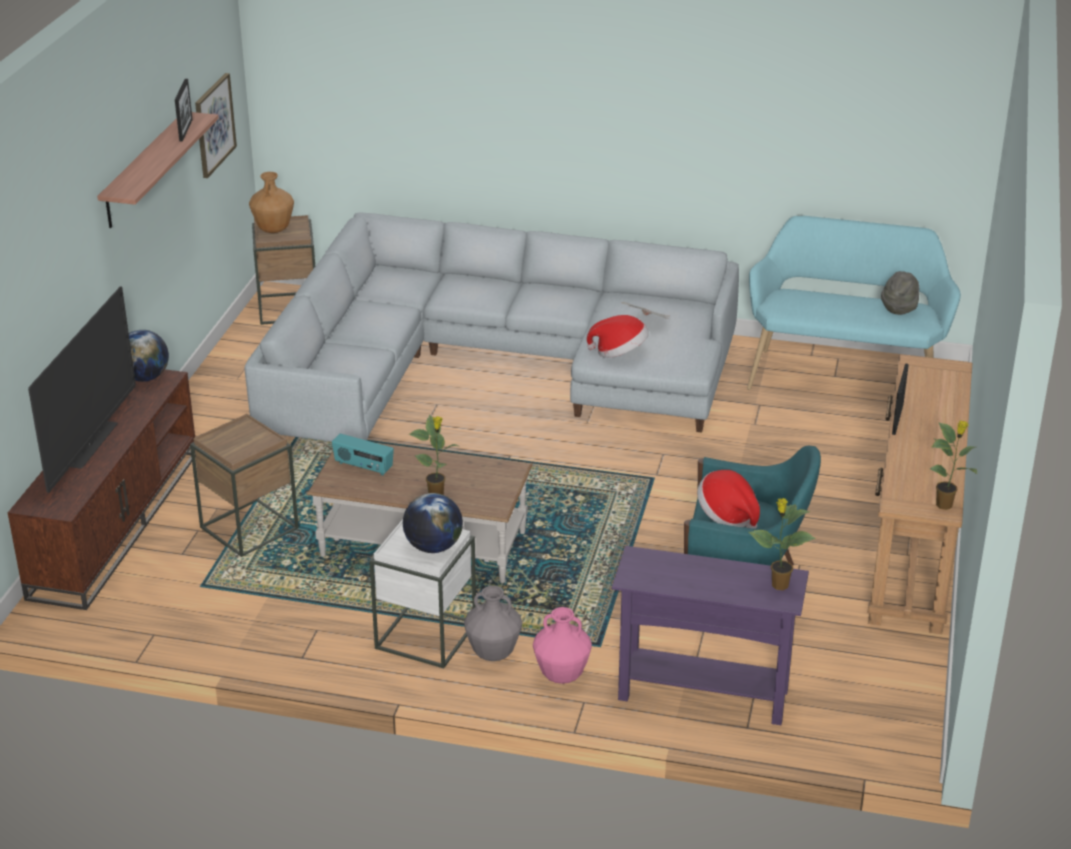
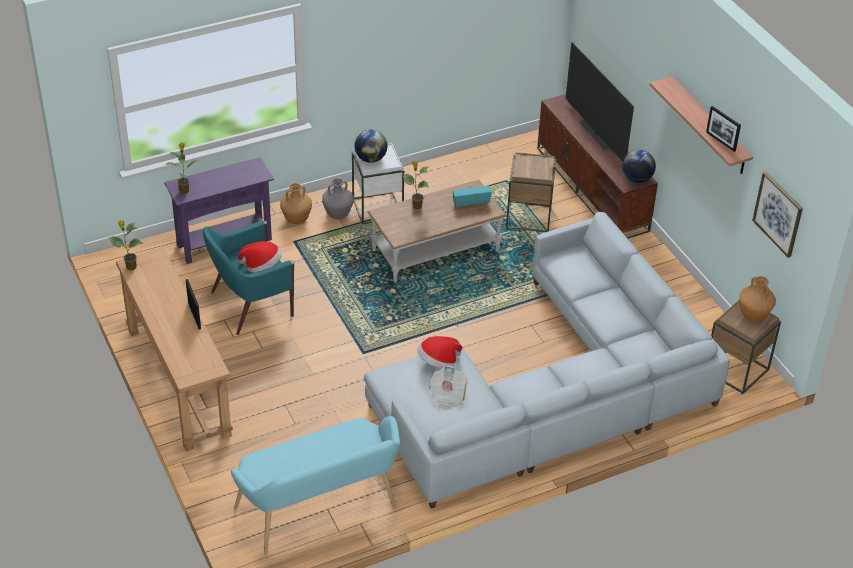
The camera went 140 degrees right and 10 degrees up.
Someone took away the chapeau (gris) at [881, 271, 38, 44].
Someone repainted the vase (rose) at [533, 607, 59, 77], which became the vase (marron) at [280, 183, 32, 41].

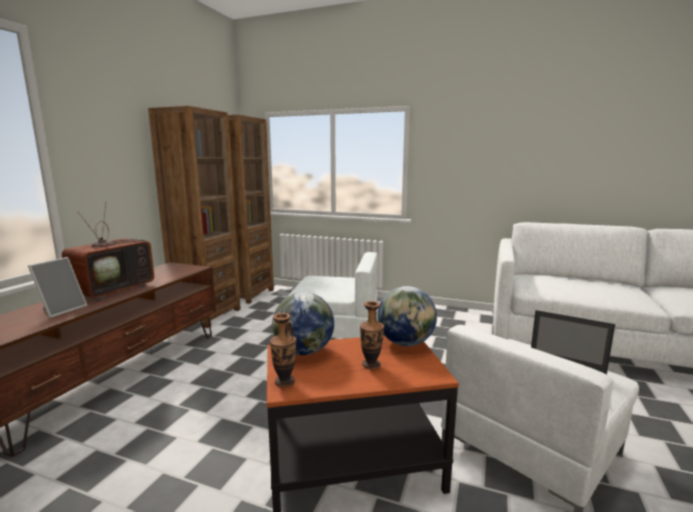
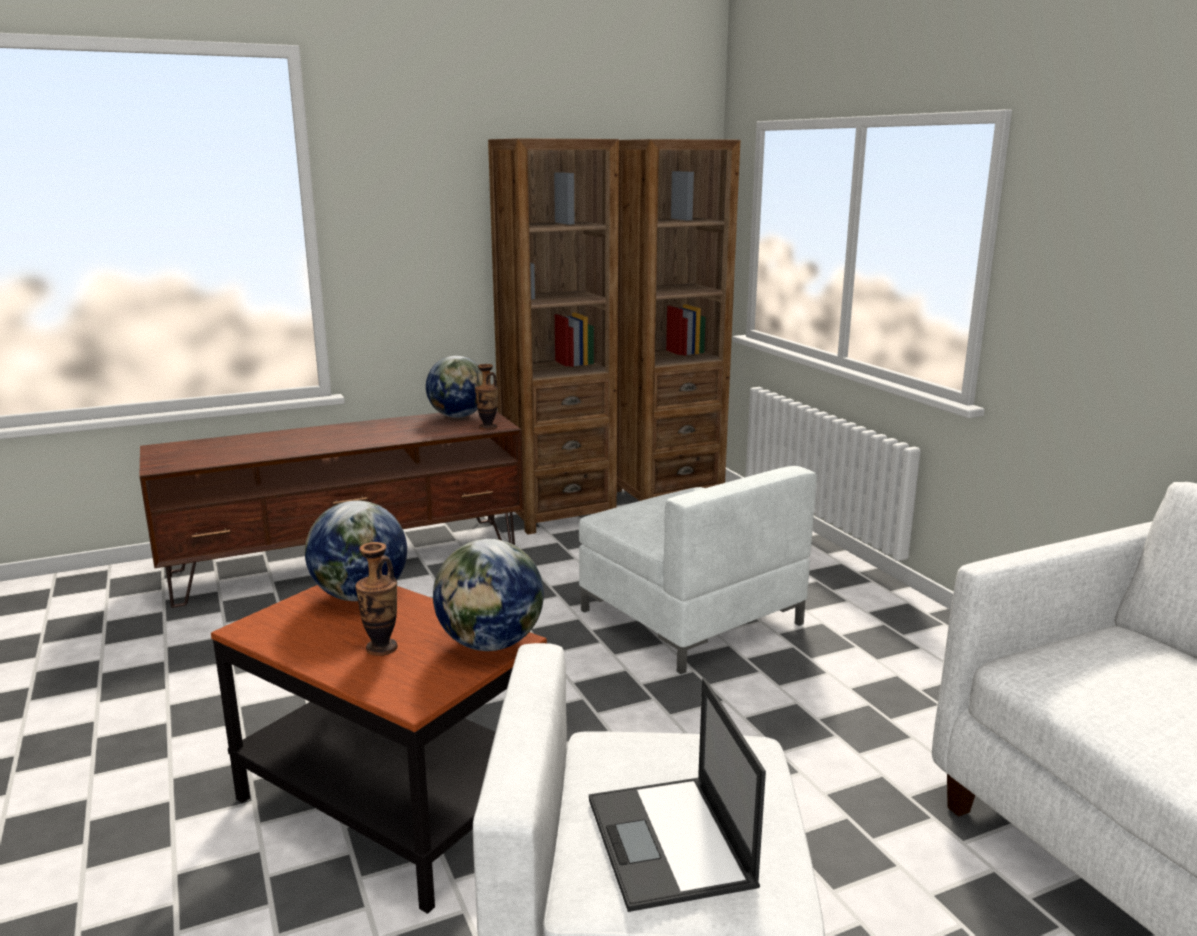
The camera went 45 degrees right and 5 degrees up.
Someone took away the téléviseur at [62, 201, 92, 99].
Someone took away the cadre photo at [28, 257, 59, 61].
Someone carried the vase from [270, 313, 26, 74] to [475, 364, 23, 66].
Someone put down the globe at [426, 356, 57, 62].

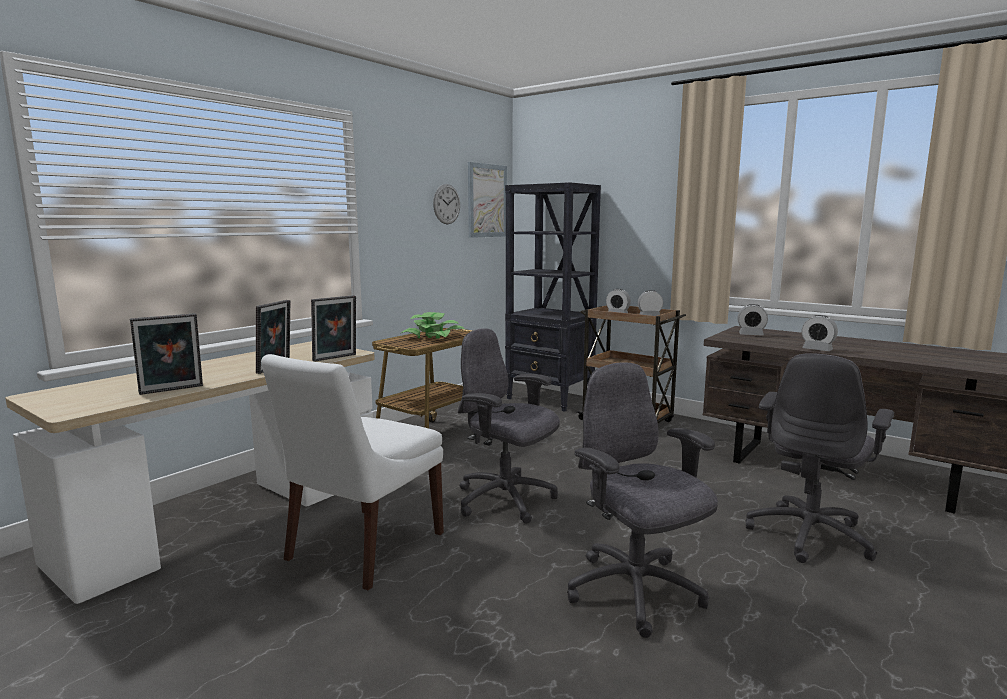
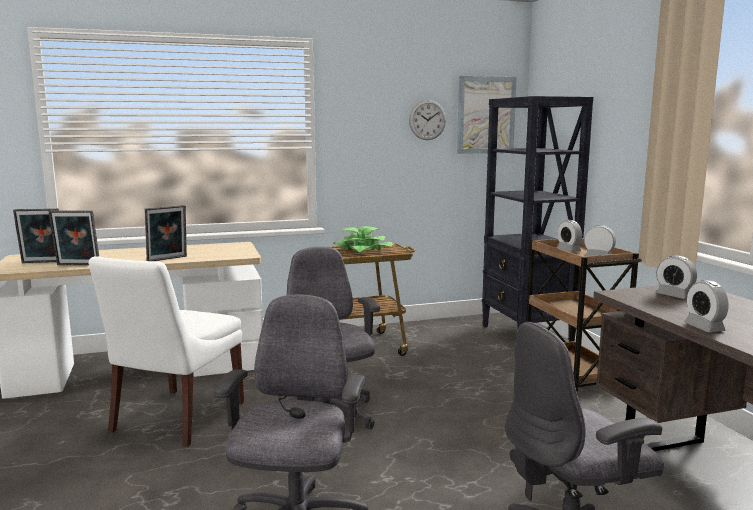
The camera went 35 degrees right and 0 degrees up.
Someone carried the cadre photo from [311, 295, 45, 67] to [13, 208, 46, 55].
Someone rotated the chaise (blanc) at [261, 354, 183, 236] by 45 degrees counterclockwise.

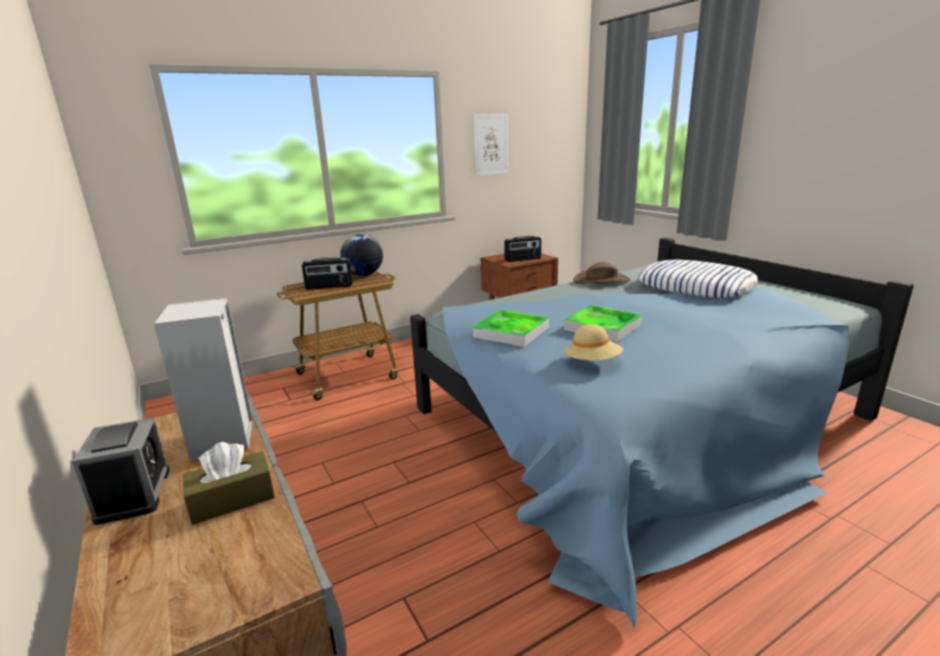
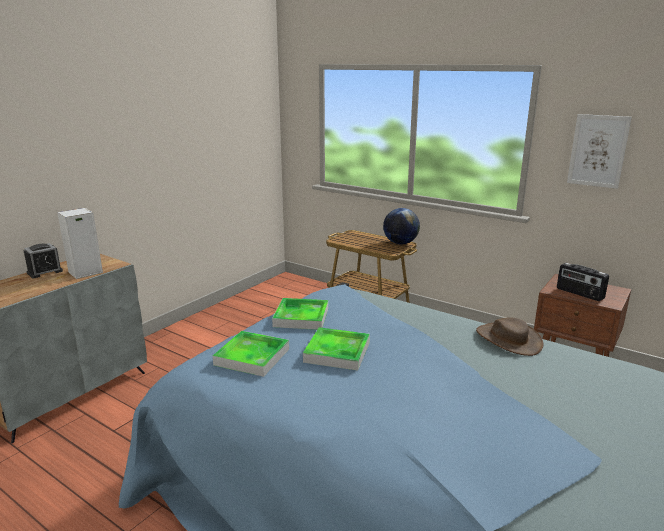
The camera went 65 degrees right and 0 degrees up.
Someone took away the radio at [302, 257, 51, 33].
Someone took away the coussin at [637, 259, 121, 39].
Someone swapped the chapeau (beige) at [564, 324, 59, 37] for the plateau at [213, 331, 76, 46].
Someone took away the boîte à mouchoirs (marron) at [183, 442, 92, 83].

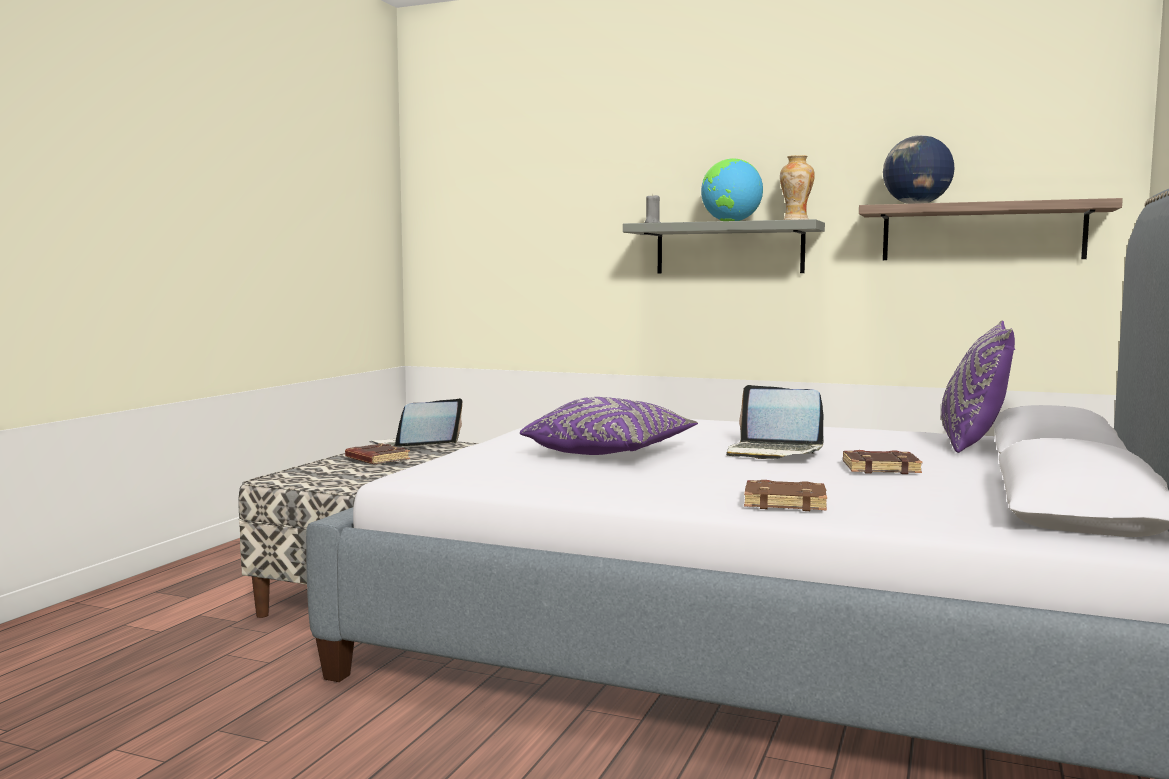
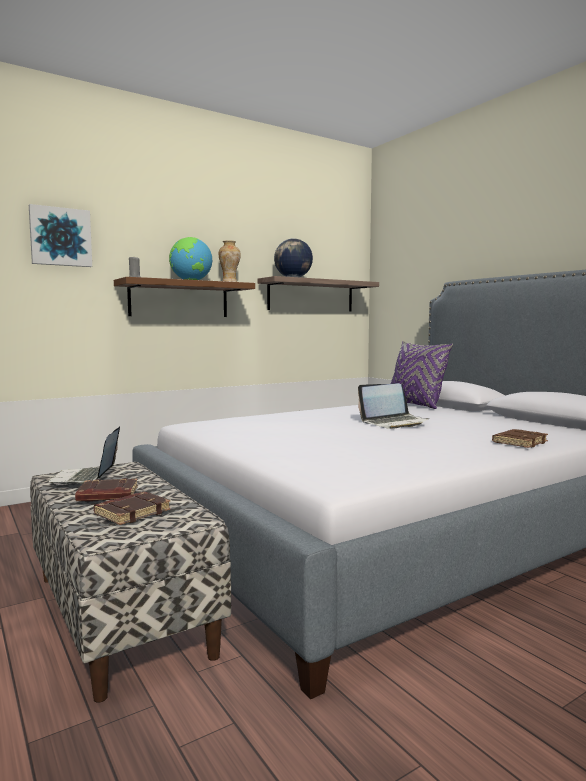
The camera went 55 degrees left and 0 degrees up.
Someone repainted the étagère (gris) at [623, 219, 202, 54], which became the étagère (marron) at [114, 277, 141, 40].
Someone took away the coussin (violet) at [520, 397, 178, 58].
Someone carried the livre (marron) from [843, 450, 79, 24] to [94, 492, 77, 33].
Someone put up the tableau at [29, 204, 63, 63].

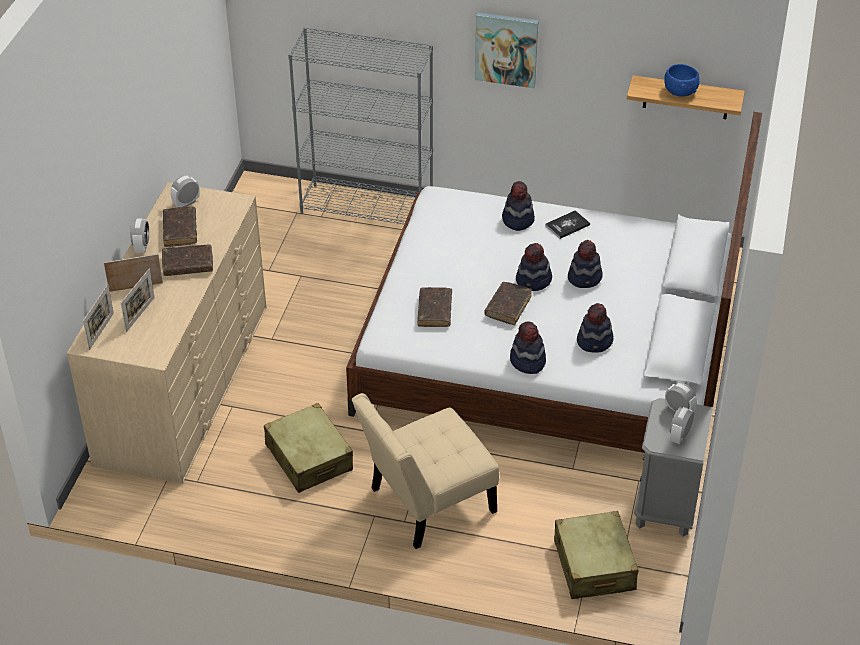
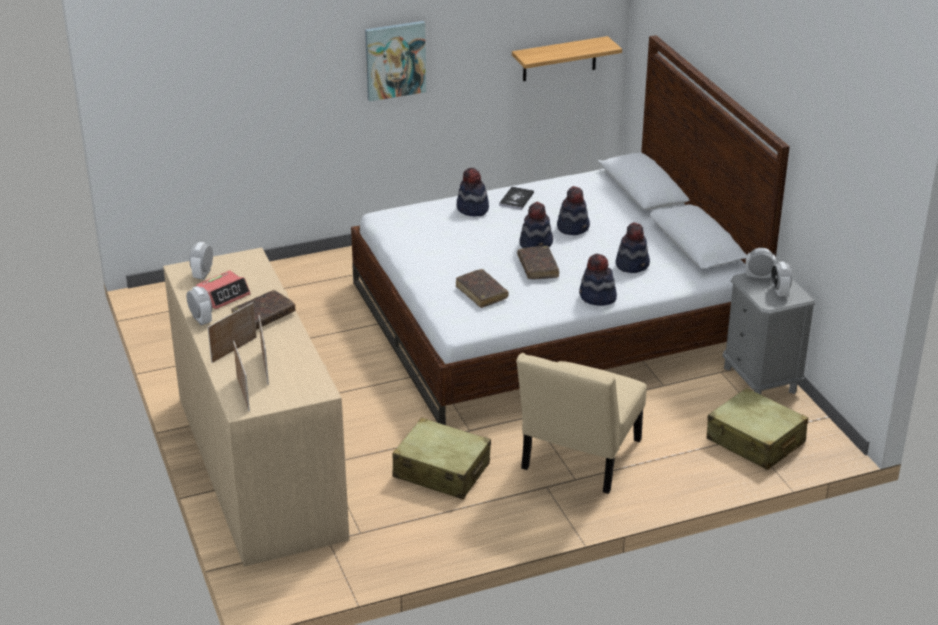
The camera went 35 degrees left and 10 degrees down.
Someone took away the bibliothèque (gris) at [288, 27, 145, 197].
Someone took away the bol (bleu) at [664, 64, 36, 33].
Someone swapped the livre (marron) at [163, 207, 34, 40] for the réveil at [196, 270, 55, 39].

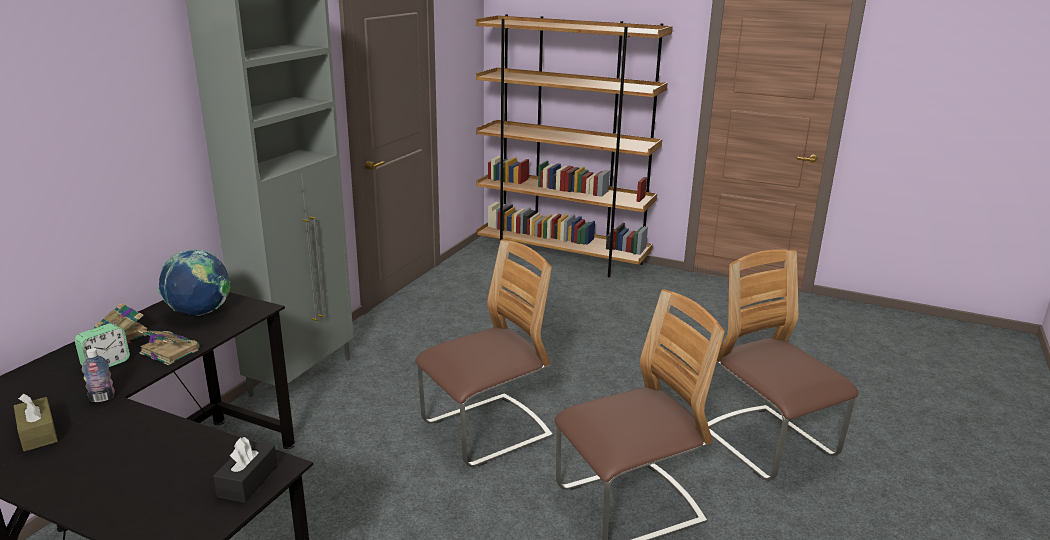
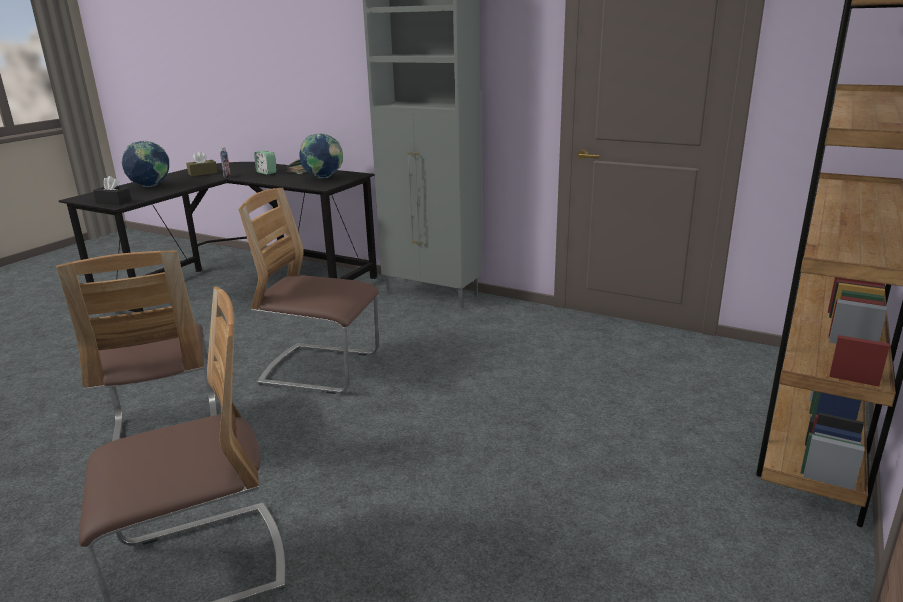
The camera went 95 degrees right and 0 degrees up.
Someone rotated the chaise at [415, 239, 138, 228] by 135 degrees clockwise.
Someone took away the livre at [138, 330, 62, 35].
Someone put down the globe at [122, 141, 47, 46].

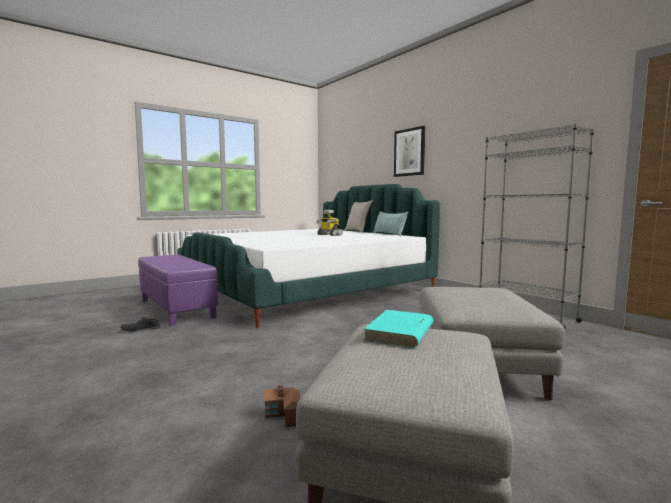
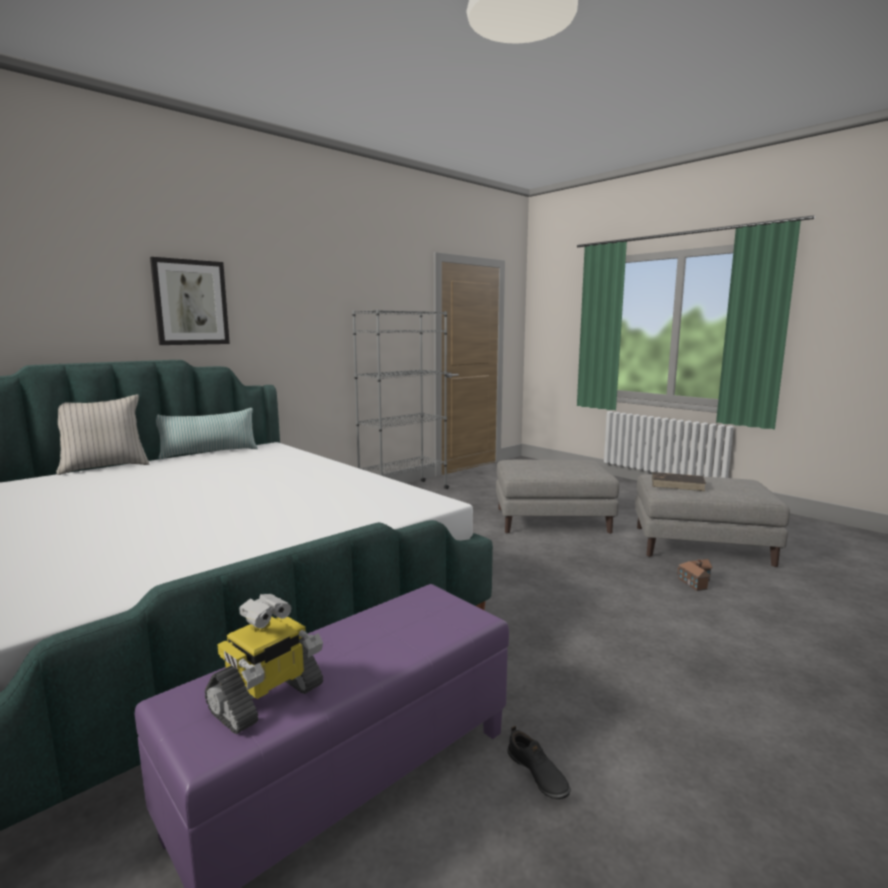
The camera went 95 degrees left and 5 degrees up.
Someone carried the robot jouet from [316, 210, 27, 26] to [205, 594, 118, 140].
Someone repainted the livre (turquoise) at [364, 310, 69, 38], which became the livre (marron) at [652, 472, 54, 19].

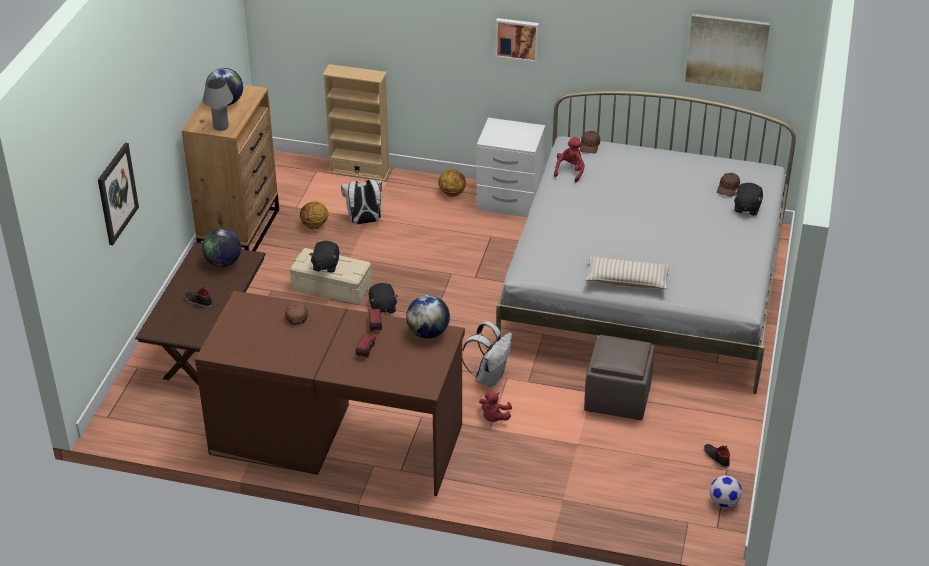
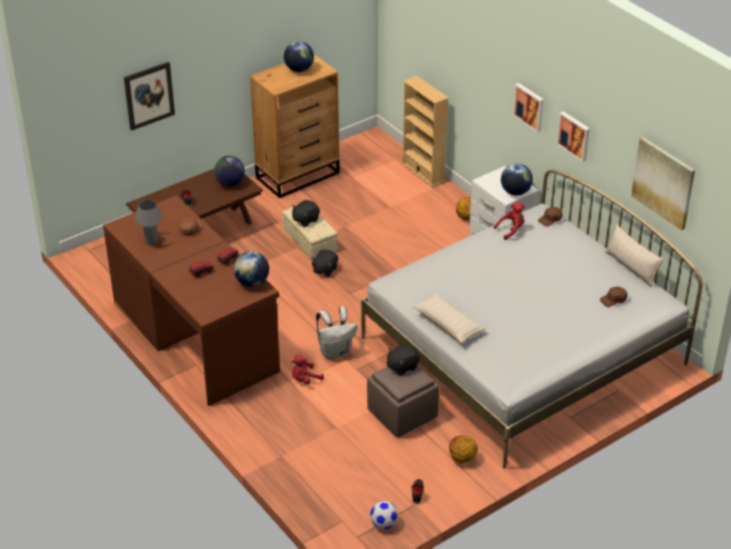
The camera went 40 degrees right and 0 degrees up.
Someone carried the lampe de table (gris) from [203, 78, 30, 53] to [135, 200, 28, 45].
Someone took away the sac à dos (blanc) at [341, 179, 41, 46].
Someone carried the peluche (noir) from [733, 183, 30, 33] to [387, 344, 32, 32].
Someone carried the ballon de basket from [300, 201, 28, 28] to [449, 435, 29, 29].
Someone put up the tableau at [556, 111, 34, 51].
Someone put down the globe at [501, 164, 32, 31].
Someone put down the coussin (beige) at [605, 224, 58, 63].

